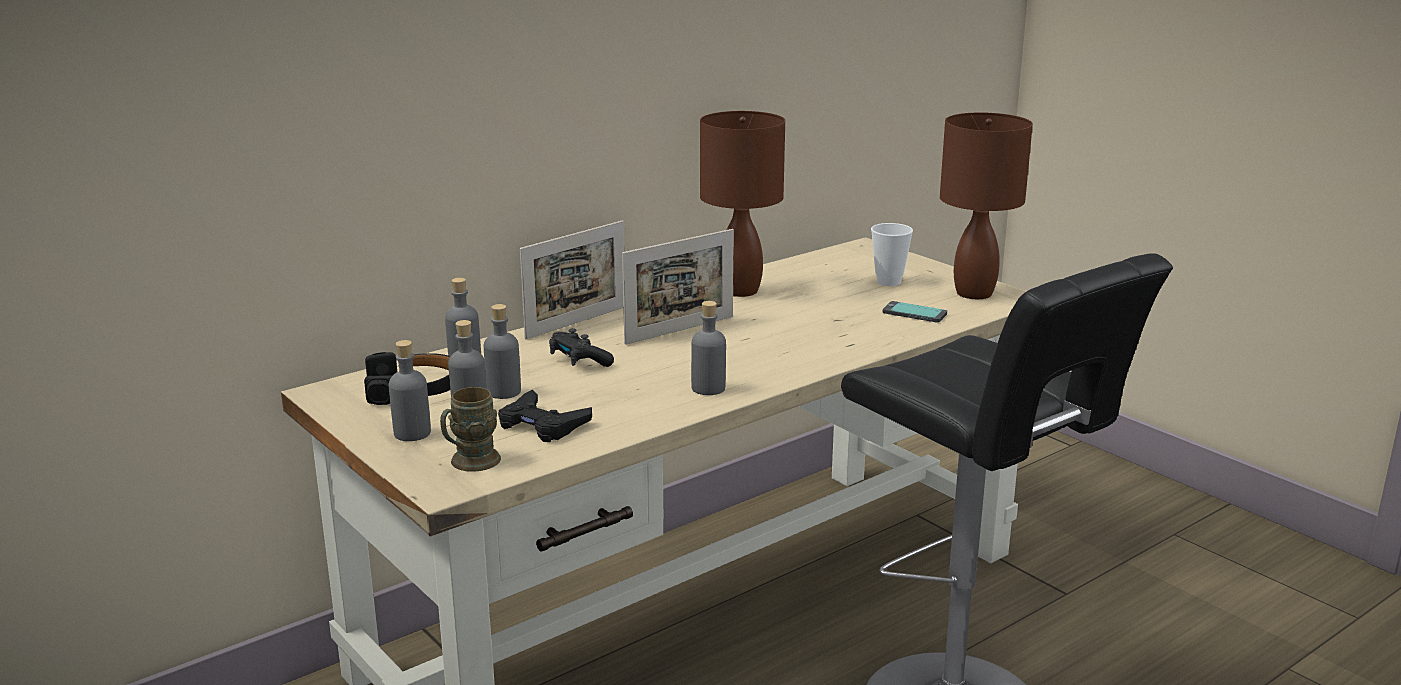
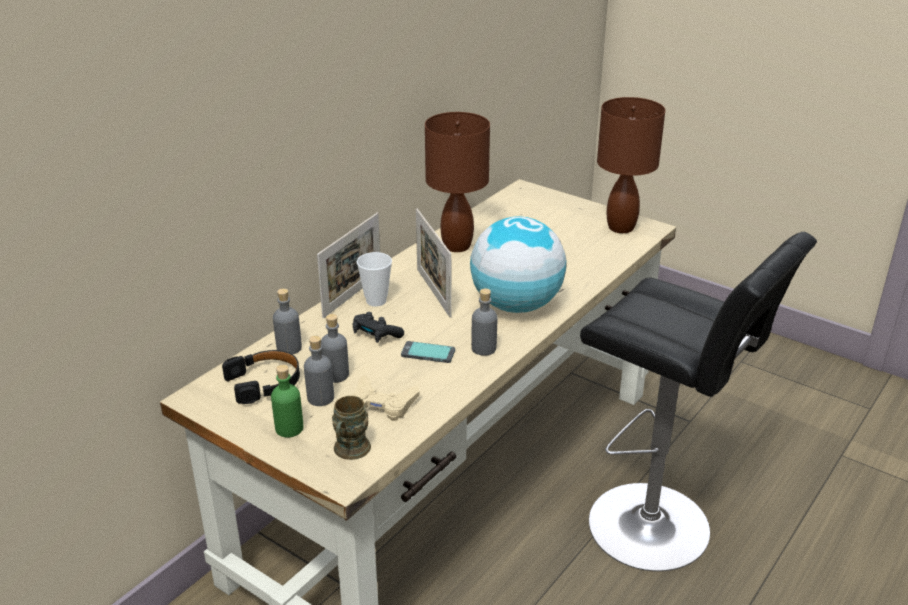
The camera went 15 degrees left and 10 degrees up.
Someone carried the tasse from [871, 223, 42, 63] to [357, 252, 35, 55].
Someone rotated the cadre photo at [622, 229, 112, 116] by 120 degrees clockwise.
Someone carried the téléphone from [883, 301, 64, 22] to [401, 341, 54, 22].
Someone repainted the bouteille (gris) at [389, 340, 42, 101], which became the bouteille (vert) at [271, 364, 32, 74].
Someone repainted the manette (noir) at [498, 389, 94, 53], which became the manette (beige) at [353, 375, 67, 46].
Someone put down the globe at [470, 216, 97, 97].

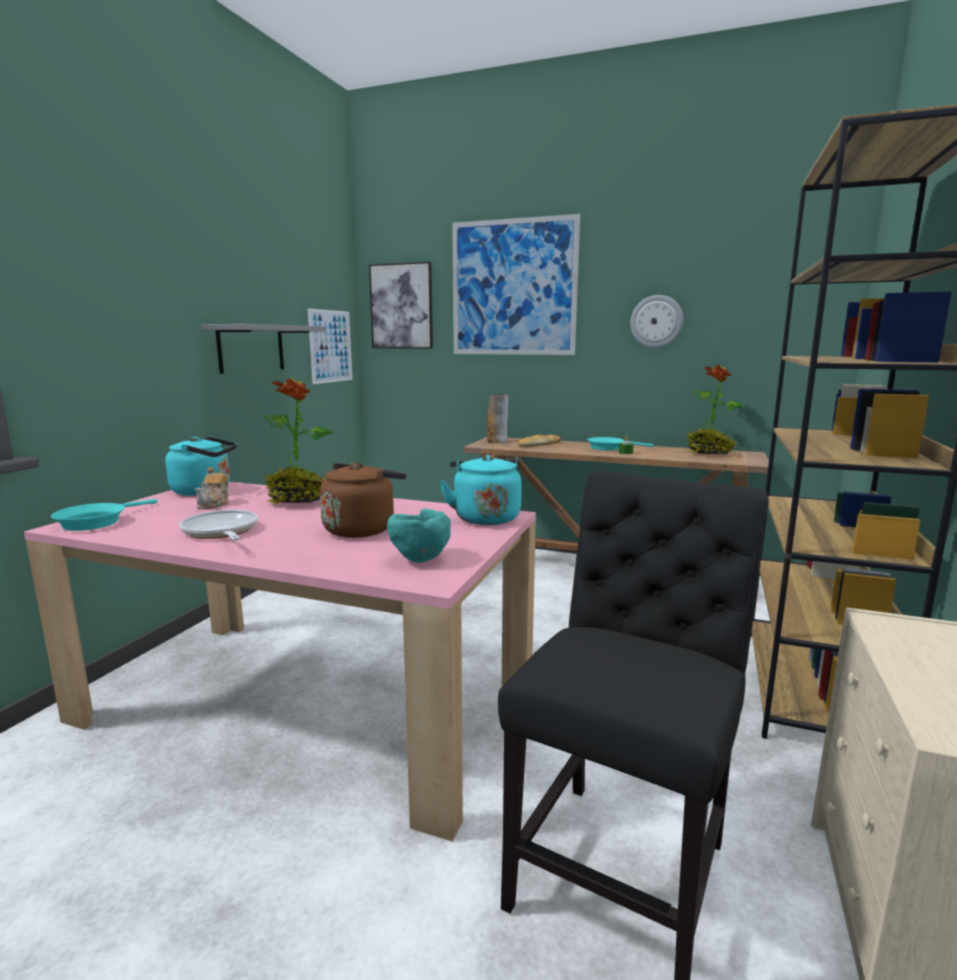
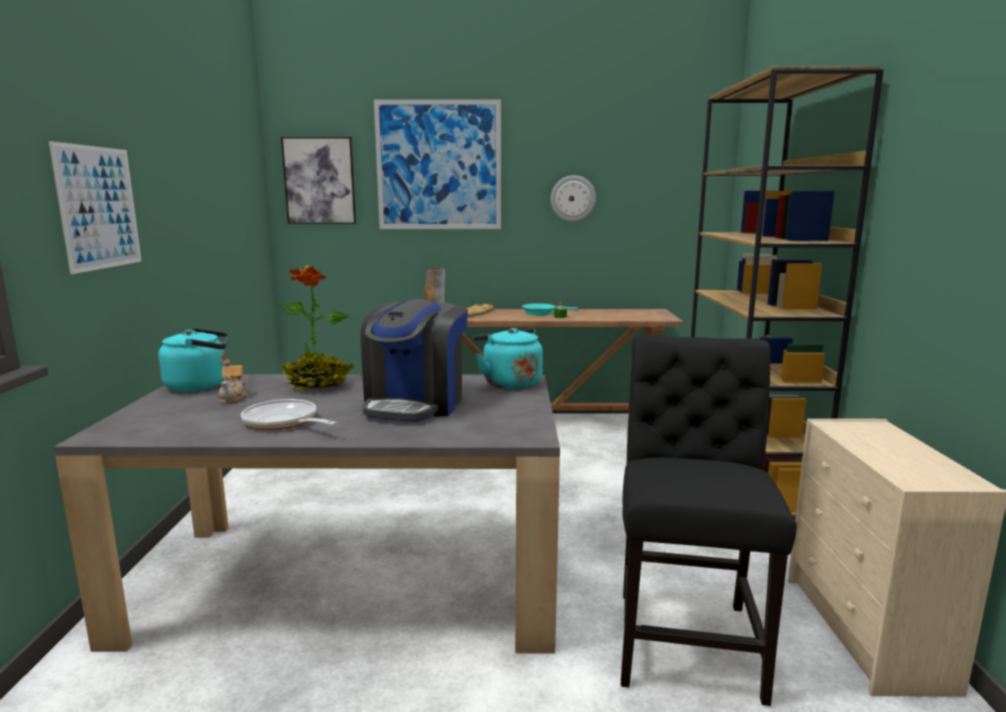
The camera went 20 degrees left and 0 degrees up.
Someone carried the tableau from [308, 308, 44, 76] to [49, 141, 93, 133].
Someone took away the étagère (gris) at [201, 324, 125, 50].
Someone took away the plante en pot at [686, 365, 58, 89].
Someone swapped the bouilloire (marron) at [320, 462, 86, 76] for the machine à café at [361, 299, 107, 123].
Someone repainted the table à manger (rose) at [24, 482, 512, 360], which became the table à manger (gris) at [54, 374, 506, 280].
Someone took away the poêle (turquoise) at [51, 499, 106, 32].
Someone took away the bol (turquoise) at [387, 509, 64, 54].

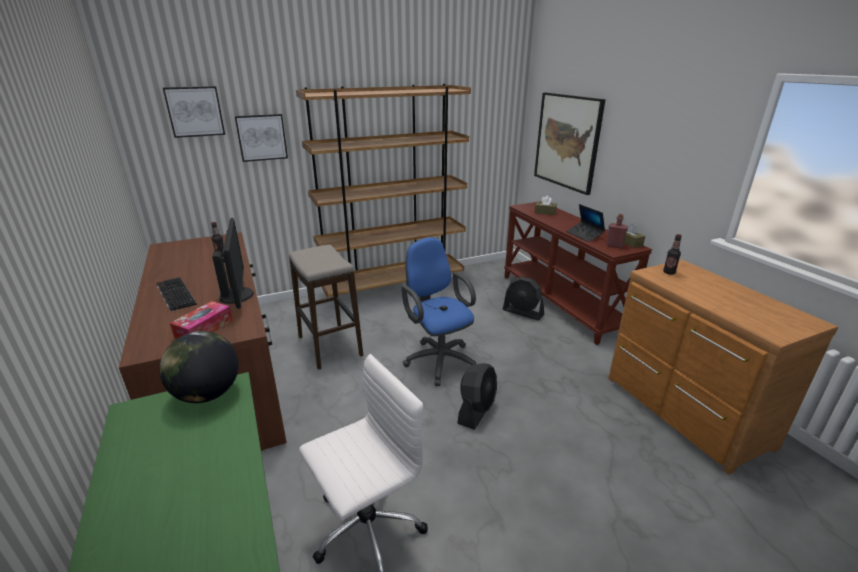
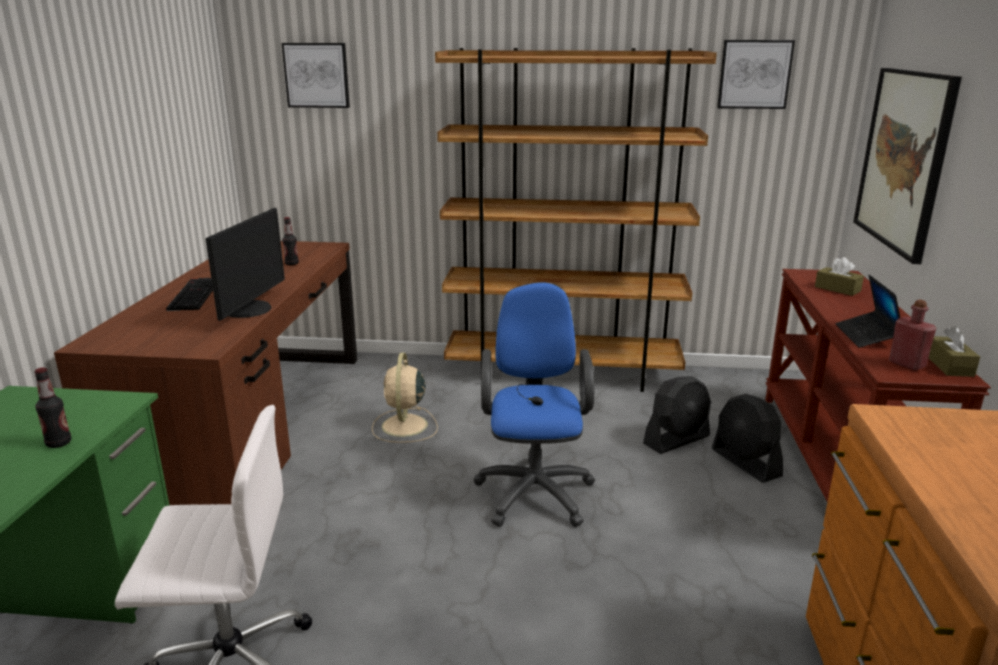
The camera went 30 degrees right and 5 degrees down.
Someone carried the tableau from [235, 114, 53, 48] to [717, 40, 78, 69].
Someone carried the bouteille from [663, 234, 19, 41] to [34, 367, 37, 81].
Someone swapped the tabouret at [289, 245, 74, 125] for the ventilateur (beige) at [372, 353, 66, 90].
Someone took away the boîte à mouchoirs at [170, 301, 63, 38].
Someone took away the globe at [159, 331, 80, 72].
Someone carried the ventilateur (noir) from [457, 363, 40, 67] to [643, 376, 68, 78].

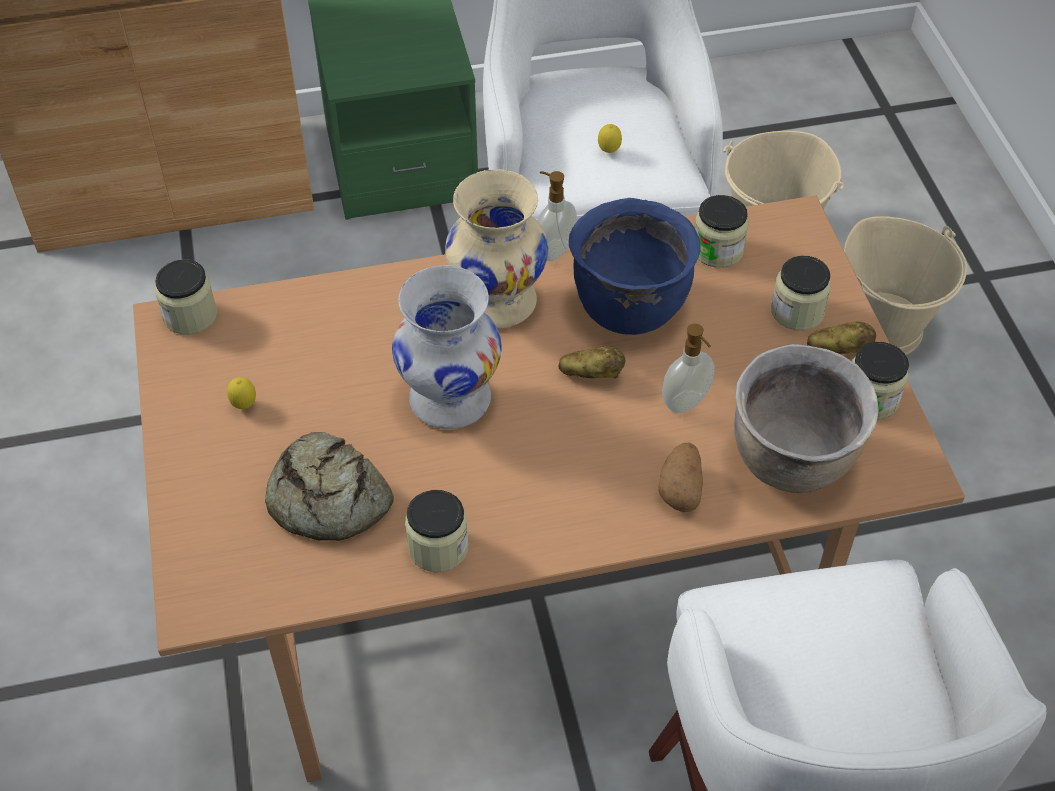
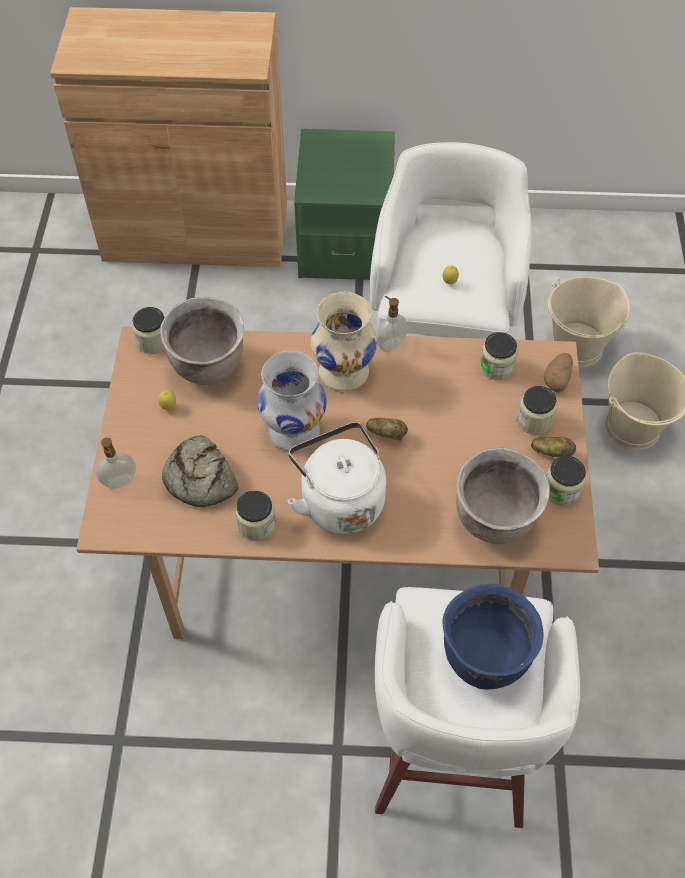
The camera went 15 degrees right and 5 degrees up.
Someone carried the marmite (bleu) from [569, 198, 131, 137] to [442, 584, 102, 106].
Someone carried the distributeur de savon from [662, 324, 52, 89] to [96, 438, 40, 51].
Someone carried the pomme de terre from [658, 443, 45, 69] to [544, 353, 29, 39].
Someone put down the marmite (marron) at [160, 297, 84, 88].
Someone put down the bouilloire (blanc) at [288, 422, 98, 112].

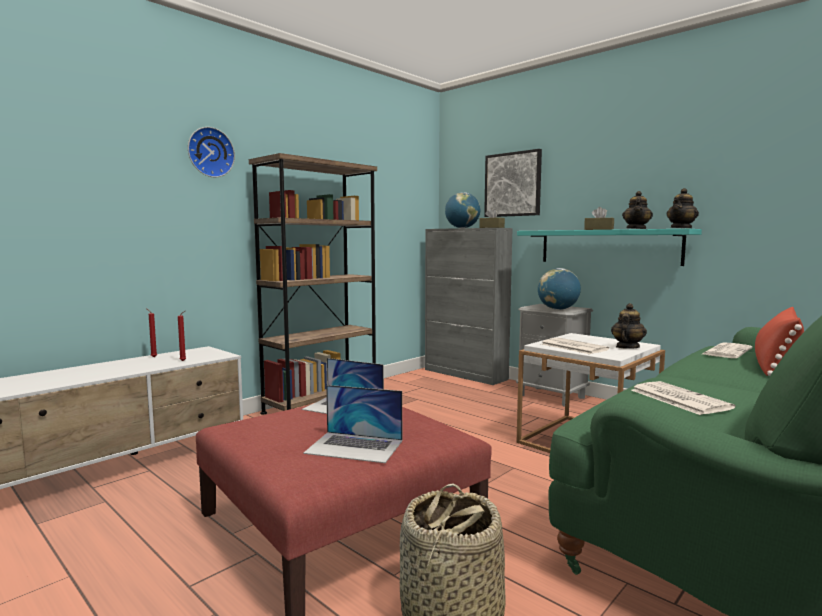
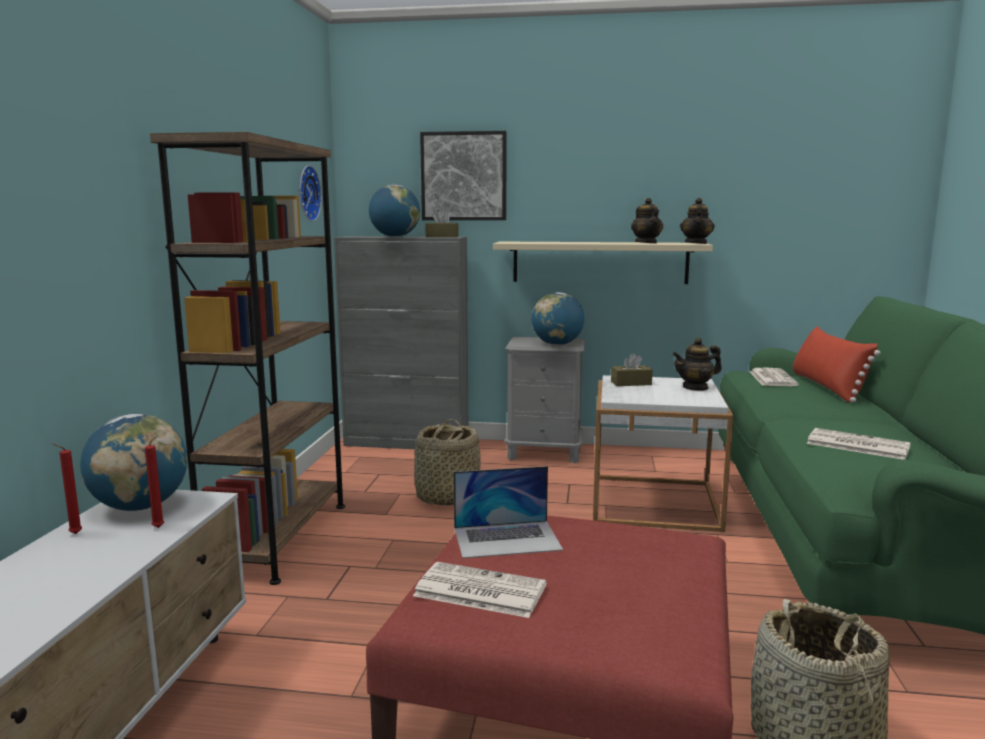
The camera went 35 degrees left and 5 degrees up.
Someone carried the horloge murale from [188, 127, 47, 50] to [299, 165, 23, 57].
Someone carried the boîte à mouchoirs (marron) from [584, 207, 30, 23] to [611, 353, 42, 33].
Someone repainted the étagère (turquoise) at [517, 229, 185, 37], which became the étagère (beige) at [493, 242, 220, 42].
Someone rotated the théière at [611, 303, 36, 46] by 105 degrees counterclockwise.
Someone carried the journal from [541, 337, 68, 17] to [413, 562, 134, 56].
Someone took away the ordinateur portable at [303, 385, 99, 78].
Someone put down the globe at [80, 414, 108, 97].
Someone put down the panier at [414, 420, 67, 86].

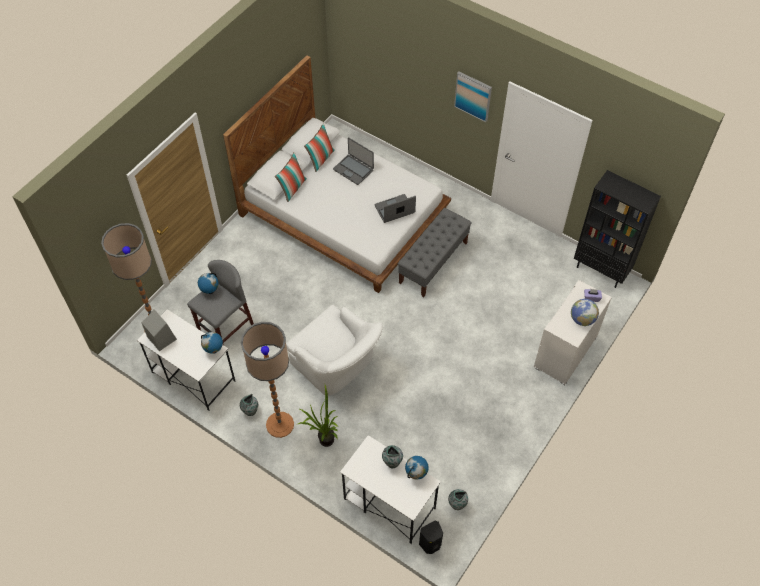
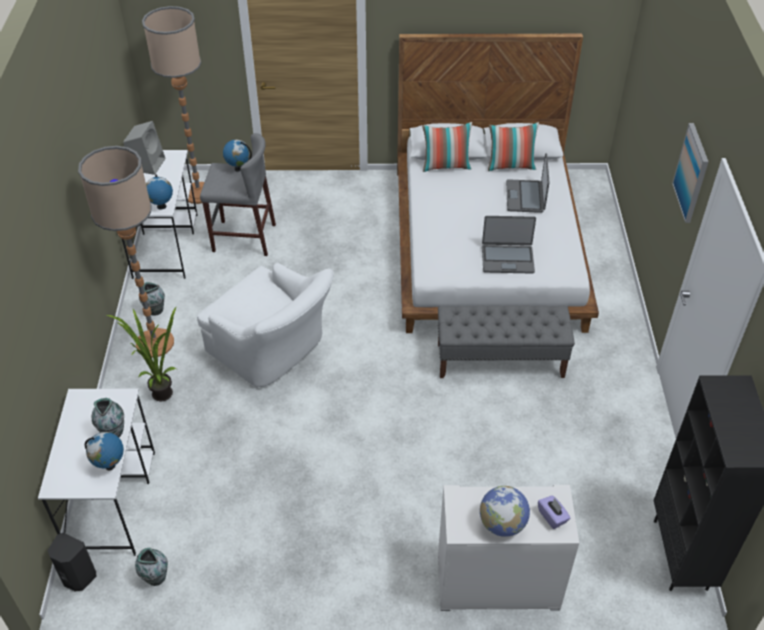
The camera went 55 degrees right and 10 degrees down.
Someone rotated the ordinateur portable at [374, 194, 42, 29] by 150 degrees clockwise.
Someone rotated the fauteuil (blanc) at [286, 305, 97, 90] by 60 degrees counterclockwise.

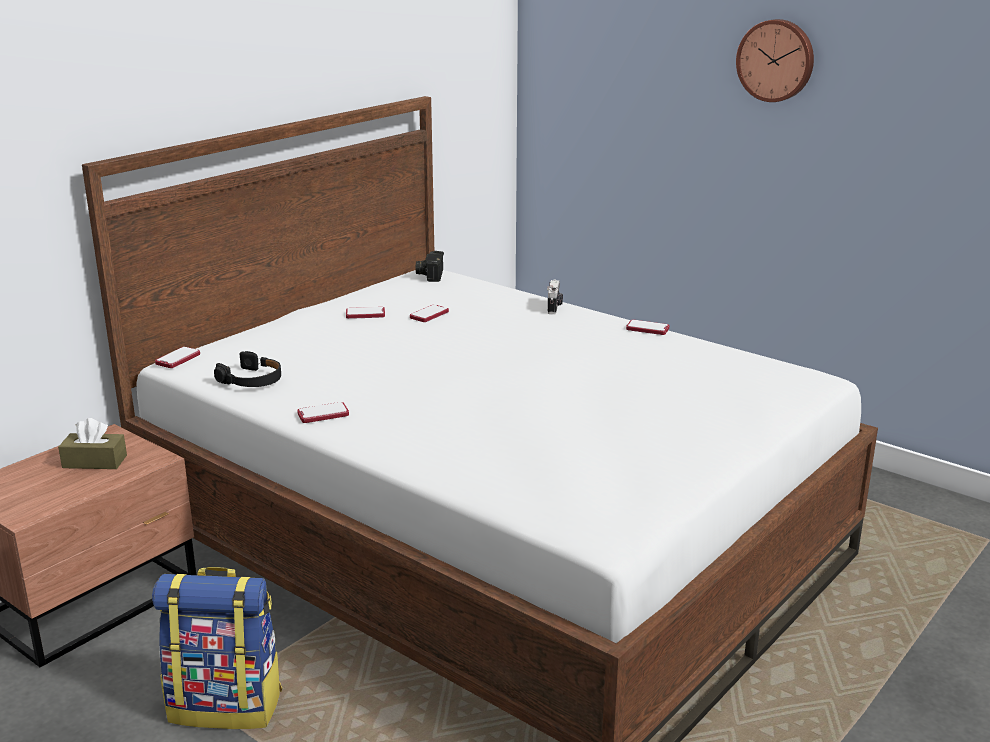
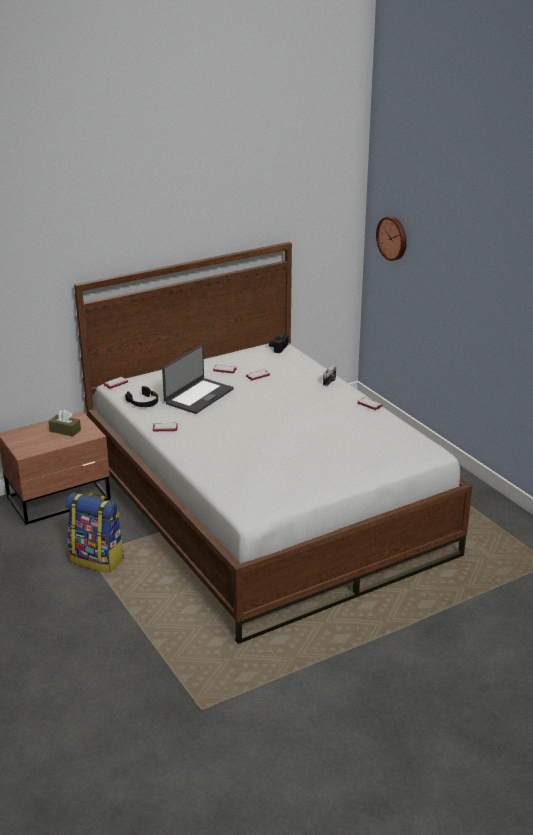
The camera went 20 degrees right and 5 degrees up.
Someone carried the horloge murale from [736, 19, 78, 83] to [376, 216, 31, 45].
Someone put down the ordinateur portable at [162, 345, 72, 69].

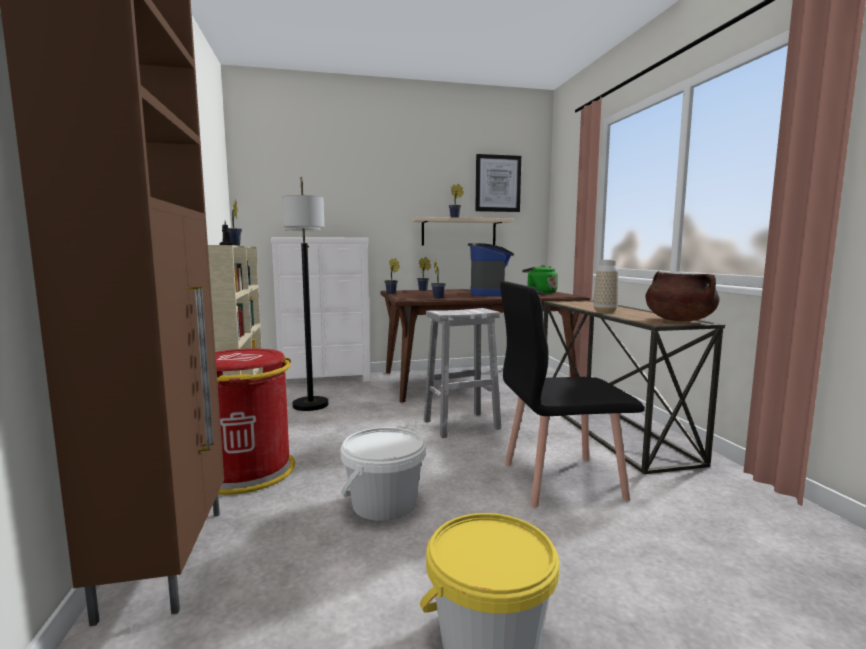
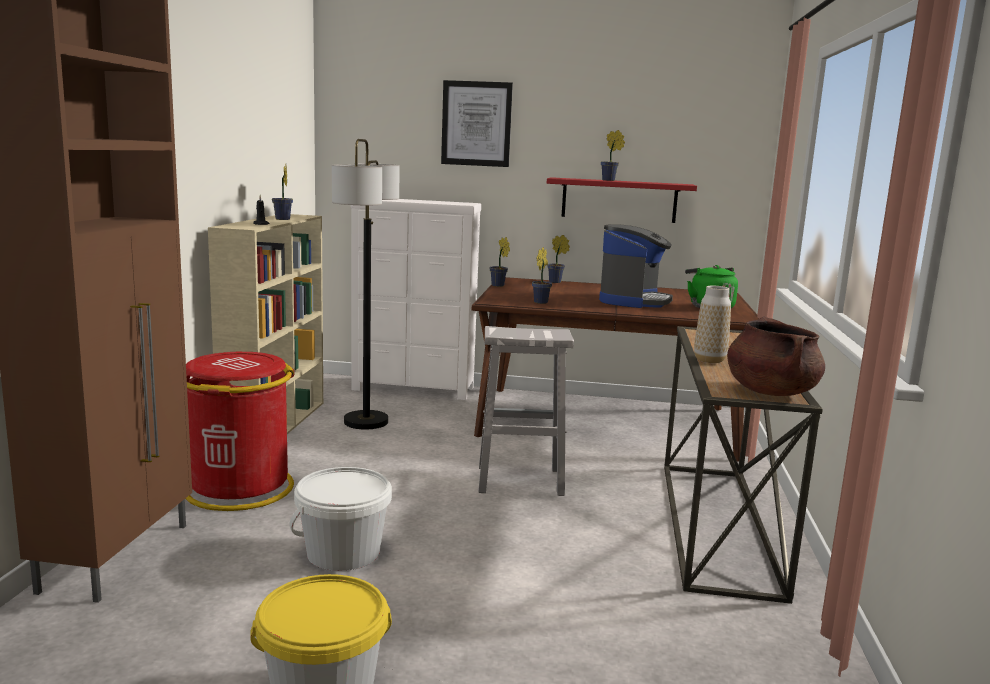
The camera went 20 degrees right and 5 degrees up.
Someone carried the tableau from [475, 154, 46, 58] to [441, 80, 72, 87].
Someone repainted the étagère (beige) at [412, 217, 101, 28], which became the étagère (rouge) at [547, 177, 150, 46].
Someone took away the chaise (noir) at [500, 281, 145, 227].

